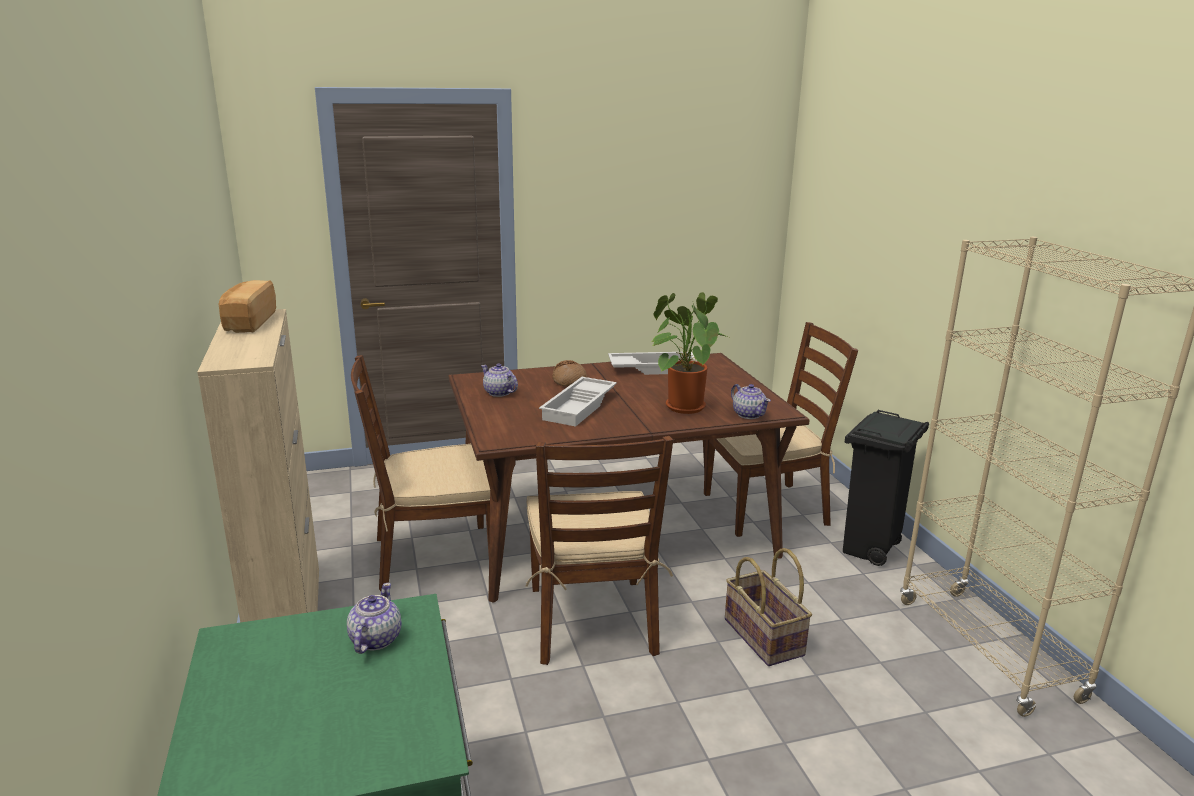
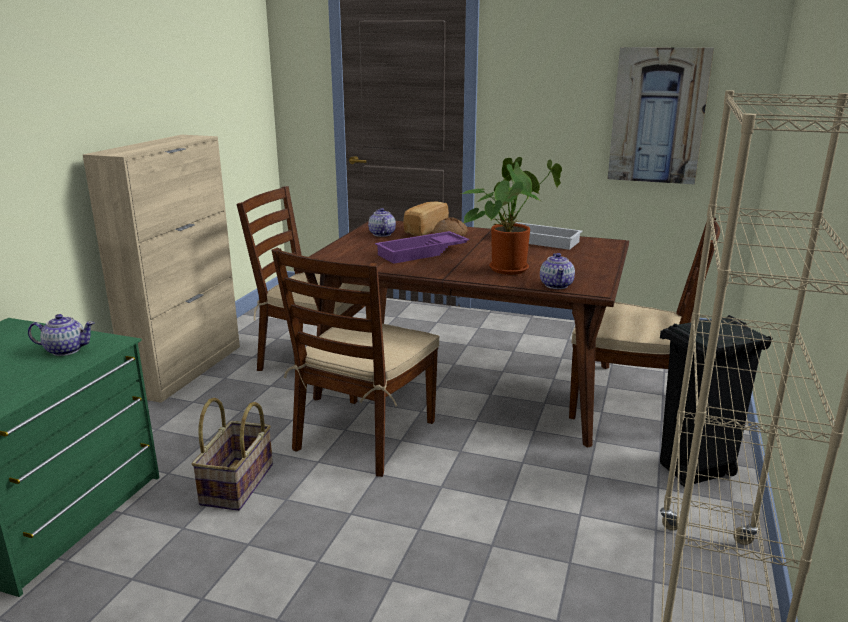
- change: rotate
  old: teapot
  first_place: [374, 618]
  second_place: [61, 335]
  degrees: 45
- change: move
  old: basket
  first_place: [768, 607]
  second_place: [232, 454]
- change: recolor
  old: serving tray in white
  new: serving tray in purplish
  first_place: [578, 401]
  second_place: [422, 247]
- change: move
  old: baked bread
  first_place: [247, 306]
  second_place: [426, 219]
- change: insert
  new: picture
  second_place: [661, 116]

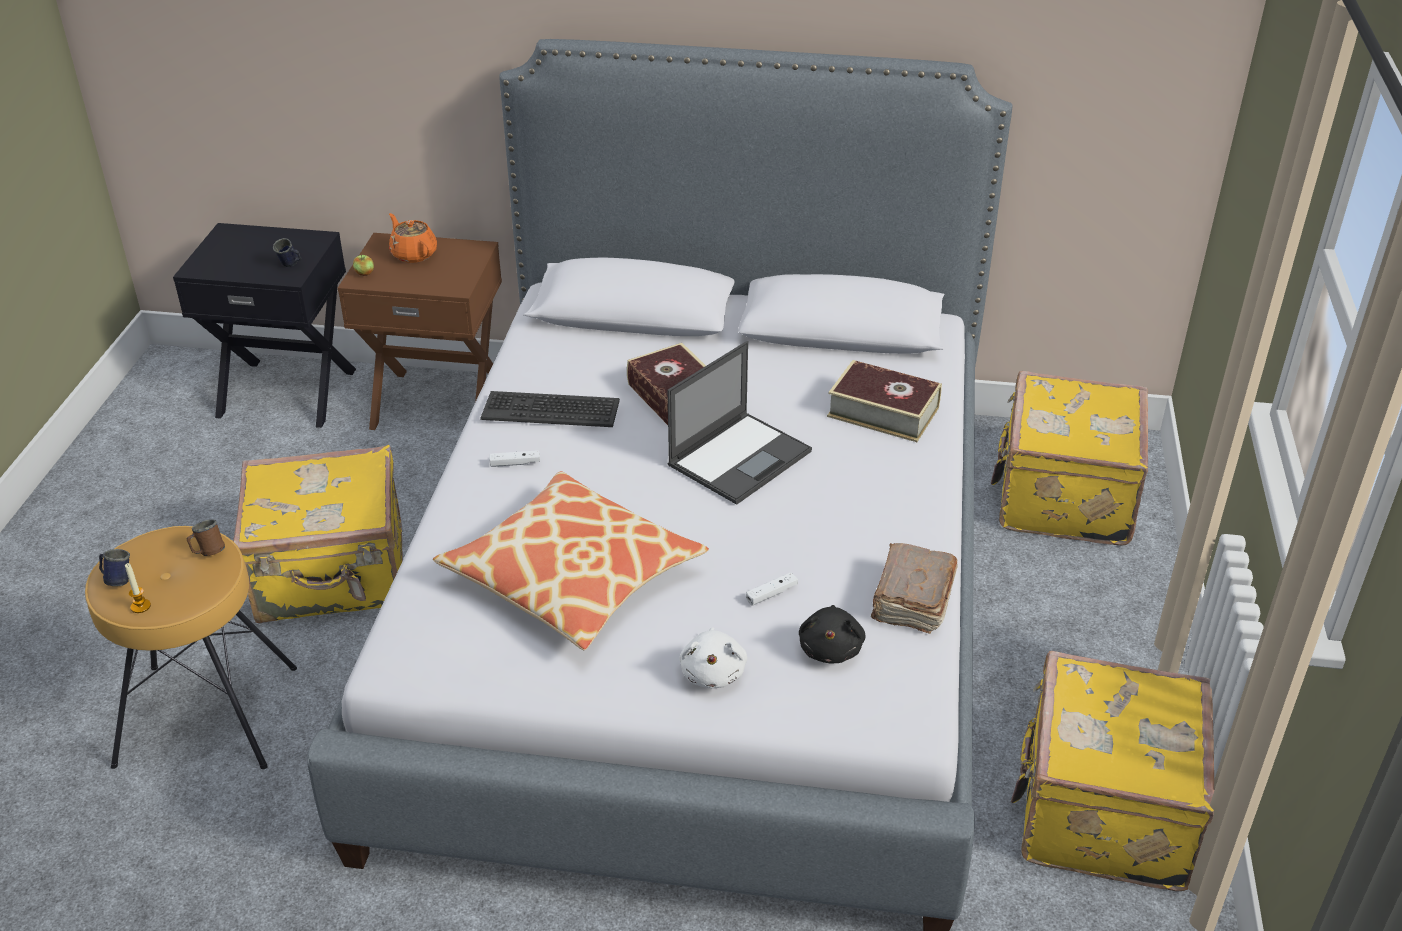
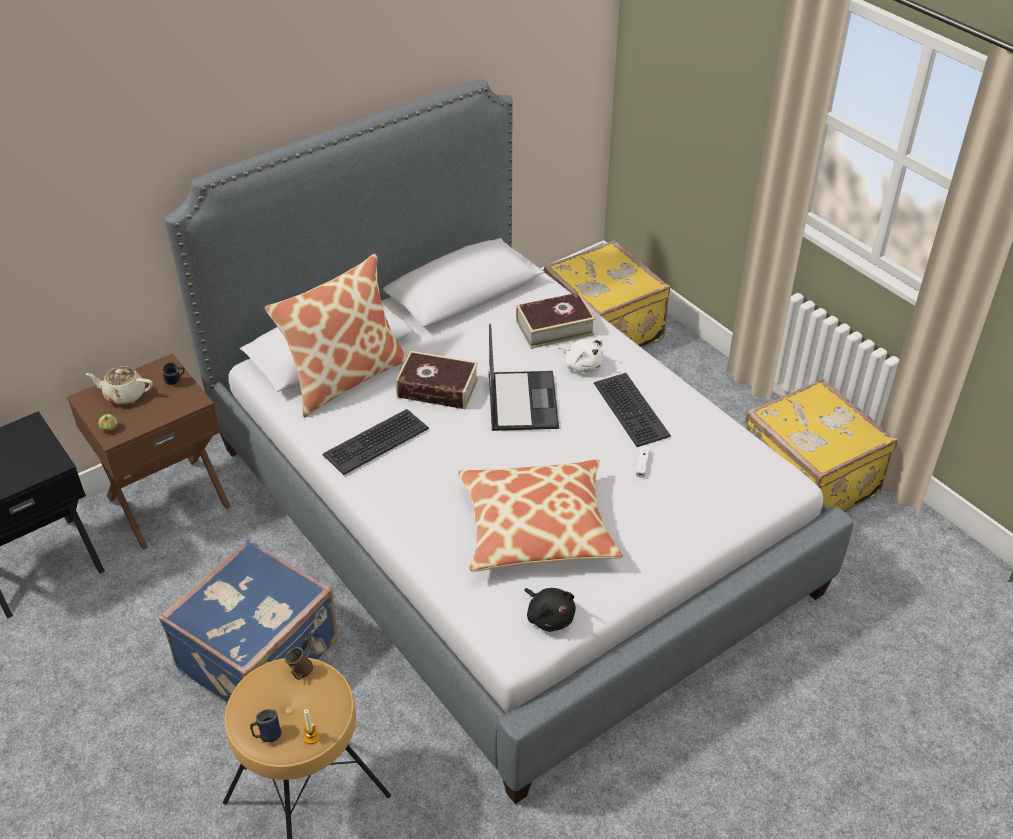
- change: recolor
  old: teapot in orange
  new: teapot in beige-coloured
  first_place: [413, 238]
  second_place: [119, 385]
- change: recolor
  old: piece of luggage in yellowish
  new: piece of luggage in bluish
  first_place: [318, 534]
  second_place: [249, 621]
- change: move
  old: mug in bluish
  first_place: [287, 252]
  second_place: [173, 373]
- change: insert
  new: cushion
  second_place: [336, 335]
- change: move
  old: plush toy in blackish
  first_place: [832, 634]
  second_place: [550, 610]
- change: move
  old: plush toy in white
  first_place: [713, 657]
  second_place: [581, 356]
- change: insert
  new: PC keyboard
  second_place: [632, 410]
- change: delete
  old: game controller in white
  first_place: [514, 458]
- change: delete
  old: bound book in brown
  first_place: [914, 588]

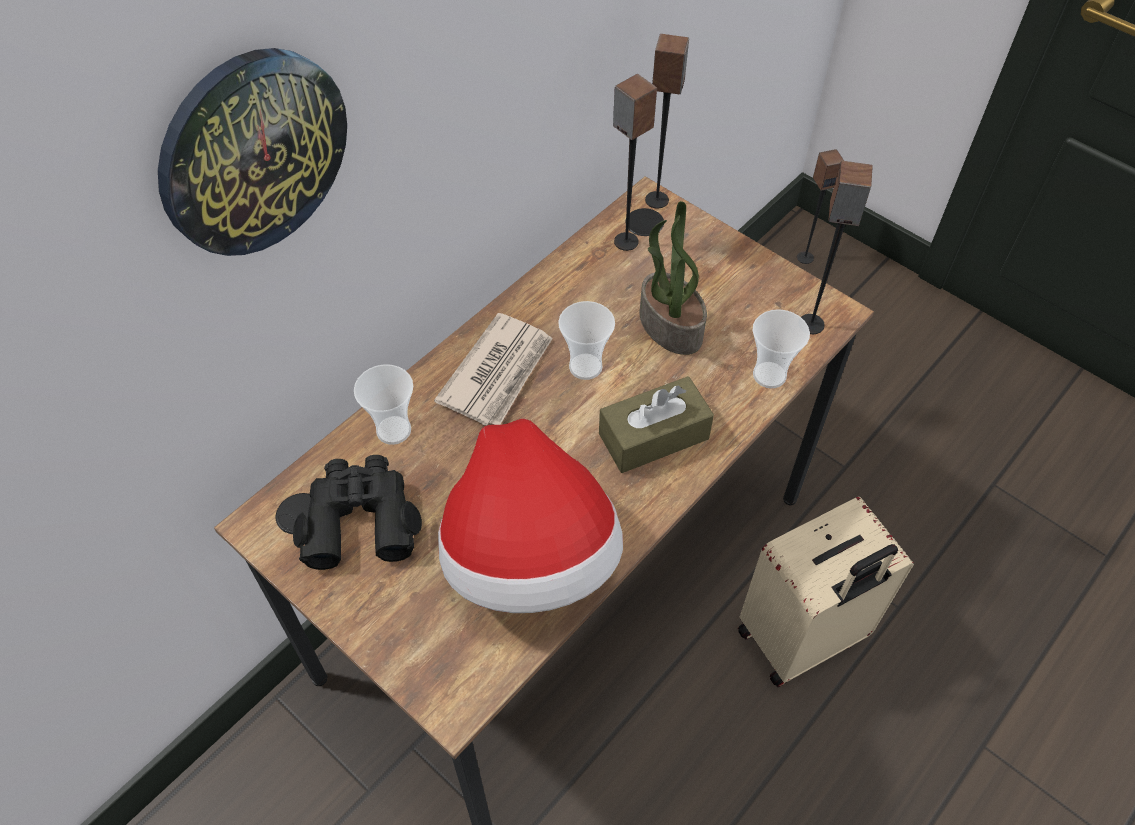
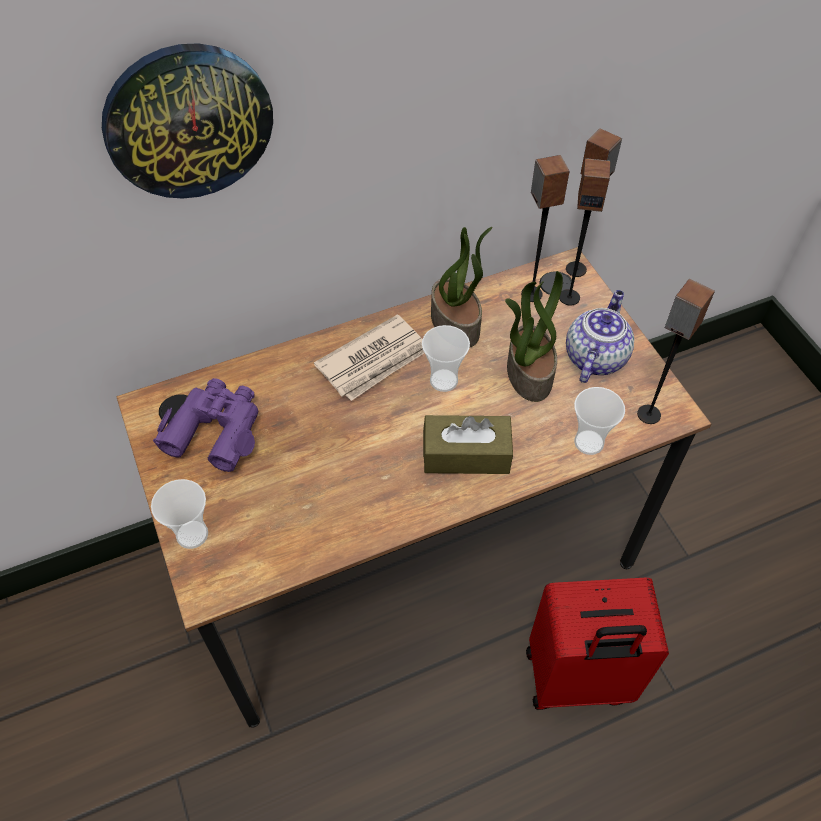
- change: move
  old: cup
  first_place: [383, 404]
  second_place: [179, 514]
- change: recolor
  old: field glasses in blackish
  new: field glasses in purplish
  first_place: [357, 512]
  second_place: [205, 425]
- change: insert
  new: plant in a pot
  second_place: [461, 287]
- change: recolor
  old: piece of luggage in beige-coloured
  new: piece of luggage in reddish
  first_place: [826, 592]
  second_place: [597, 644]
- change: move
  old: loudspeaker
  first_place: [820, 206]
  second_place: [584, 231]
- change: insert
  new: teapot
  second_place: [600, 336]
- change: delete
  old: hat
  first_place: [530, 516]

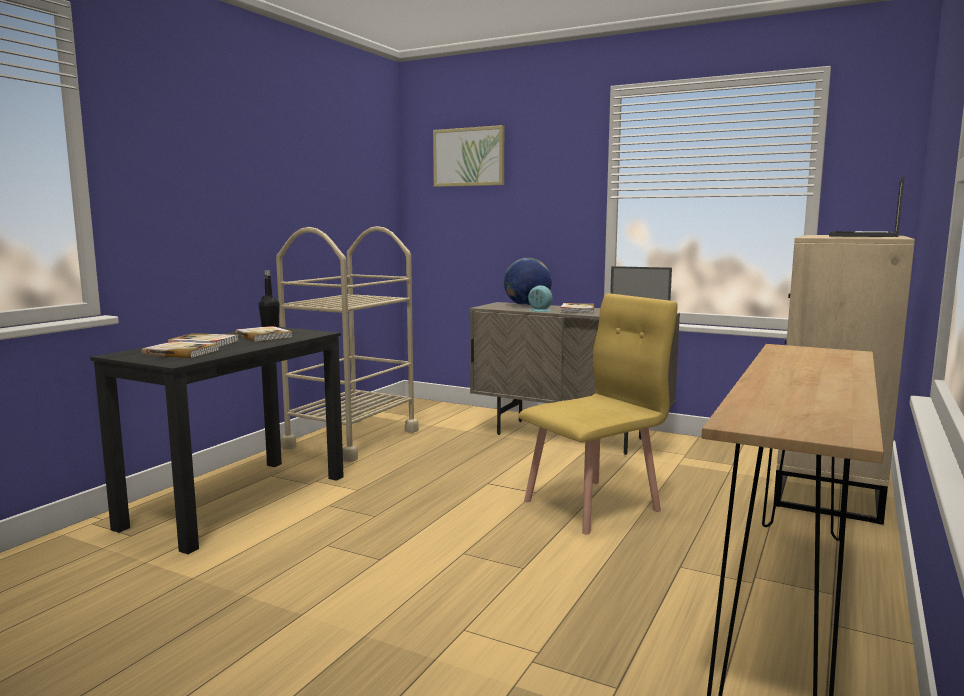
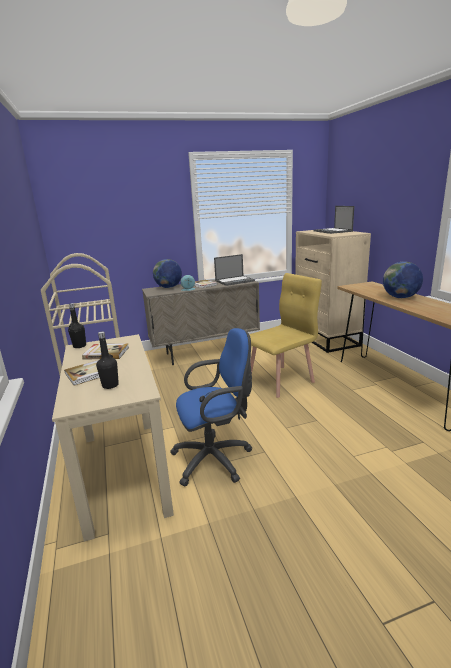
- change: recolor
  old: desk in blackish
  new: desk in beige-coloured
  first_place: [217, 440]
  second_place: [113, 438]
- change: replace
  old: bound book
  new: beverage bottle in blackish
  first_place: [181, 349]
  second_place: [107, 360]
- change: insert
  new: desk chair in bluish
  second_place: [211, 407]
- change: rotate
  old: chair in yellowish
  first_place: [598, 414]
  second_place: [286, 335]
  degrees: 45
- change: insert
  new: world globe
  second_place: [403, 279]
- change: delete
  old: picture
  first_place: [468, 156]

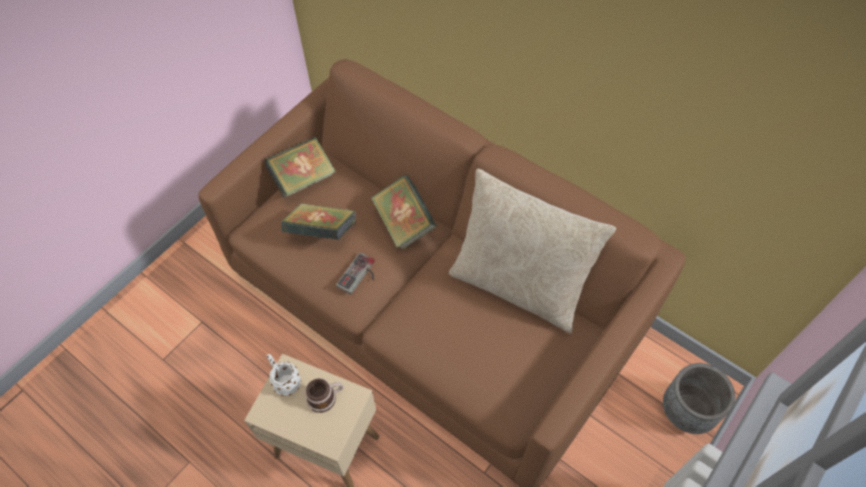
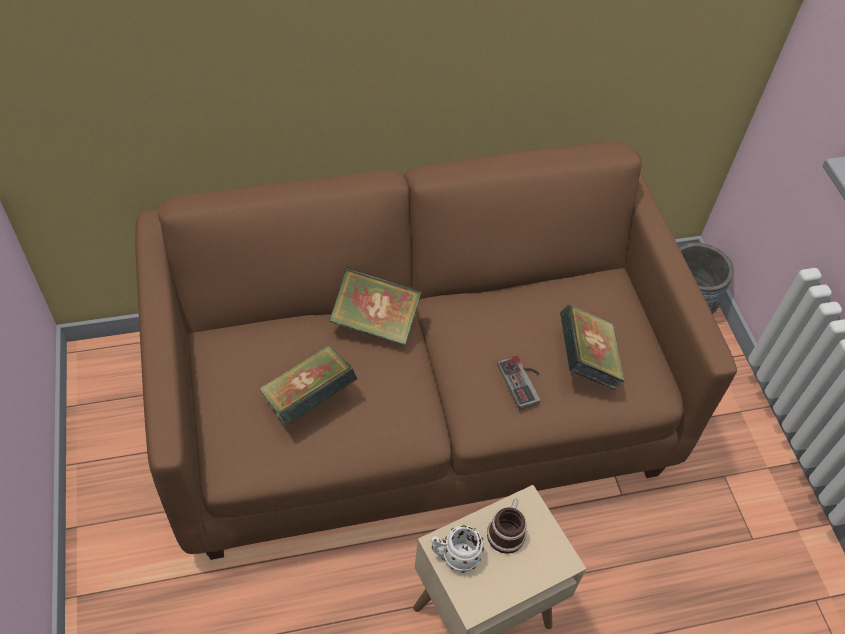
- change: move
  old: game controller
  first_place: [355, 273]
  second_place: [518, 382]
- change: move
  old: bound book
  first_place: [300, 167]
  second_place: [592, 347]
- change: delete
  old: cushion in beige-coloured
  first_place: [532, 251]

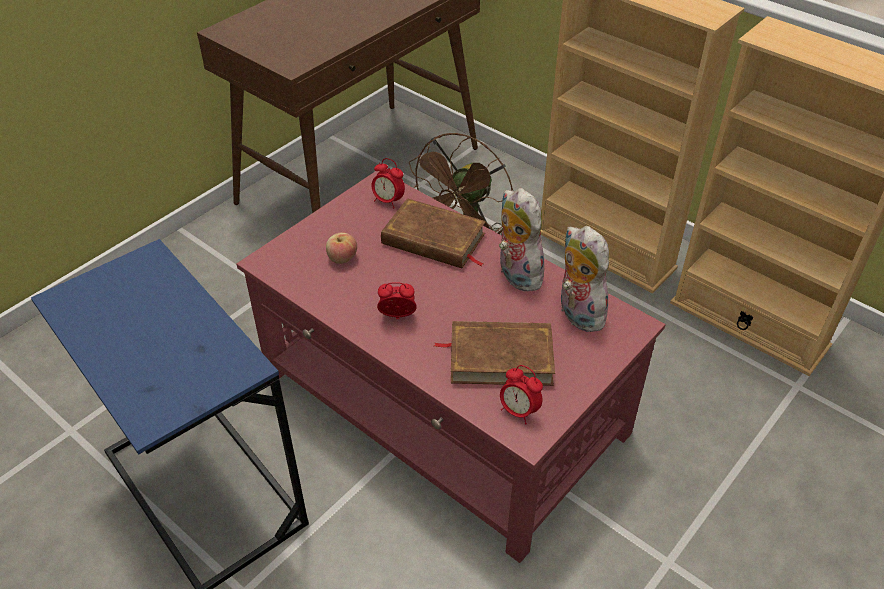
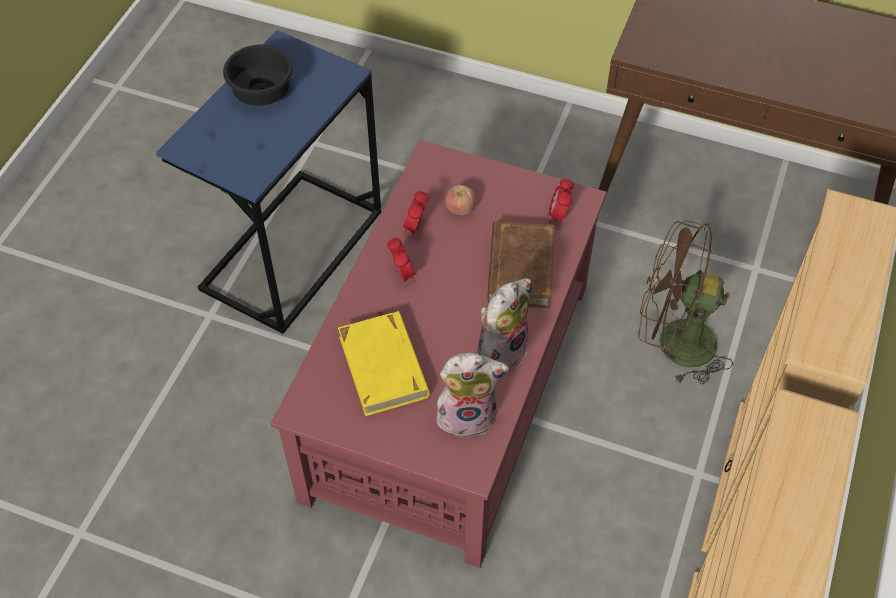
- change: insert
  new: deep dish in blackish
  second_place: [258, 75]
- change: recolor
  old: bound book in brown
  new: bound book in yellowish
  first_place: [494, 353]
  second_place: [383, 363]
- change: move
  old: bedside clock
  first_place: [521, 394]
  second_place: [416, 213]
- change: rotate
  old: plush toy
  first_place: [585, 279]
  second_place: [472, 395]
  degrees: 45

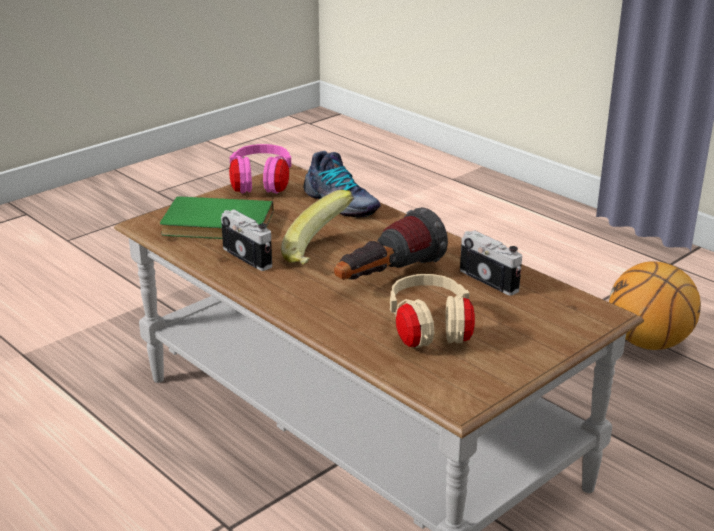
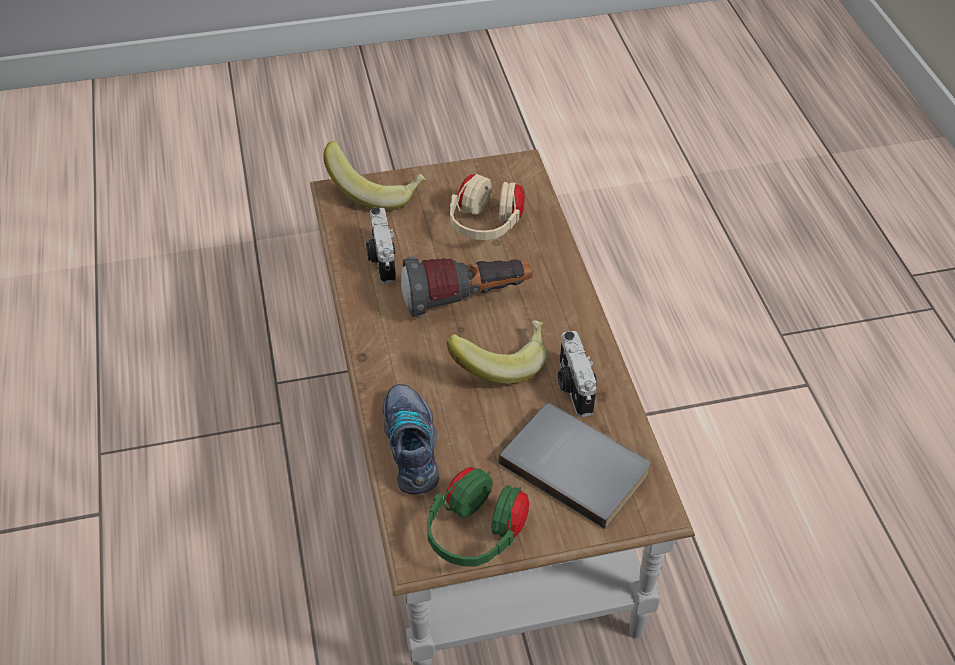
- change: insert
  new: banana
  second_place: [374, 176]
- change: recolor
  old: headphones in pink
  new: headphones in greenish
  first_place: [260, 169]
  second_place: [478, 516]
- change: recolor
  old: bound book in greenish
  new: bound book in greyish
  first_place: [216, 217]
  second_place: [574, 466]
- change: delete
  old: ball for basketball
  first_place: [655, 305]

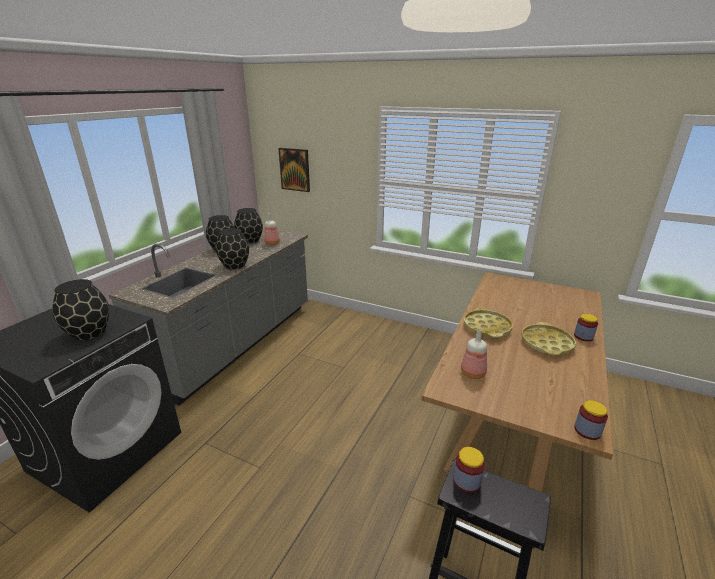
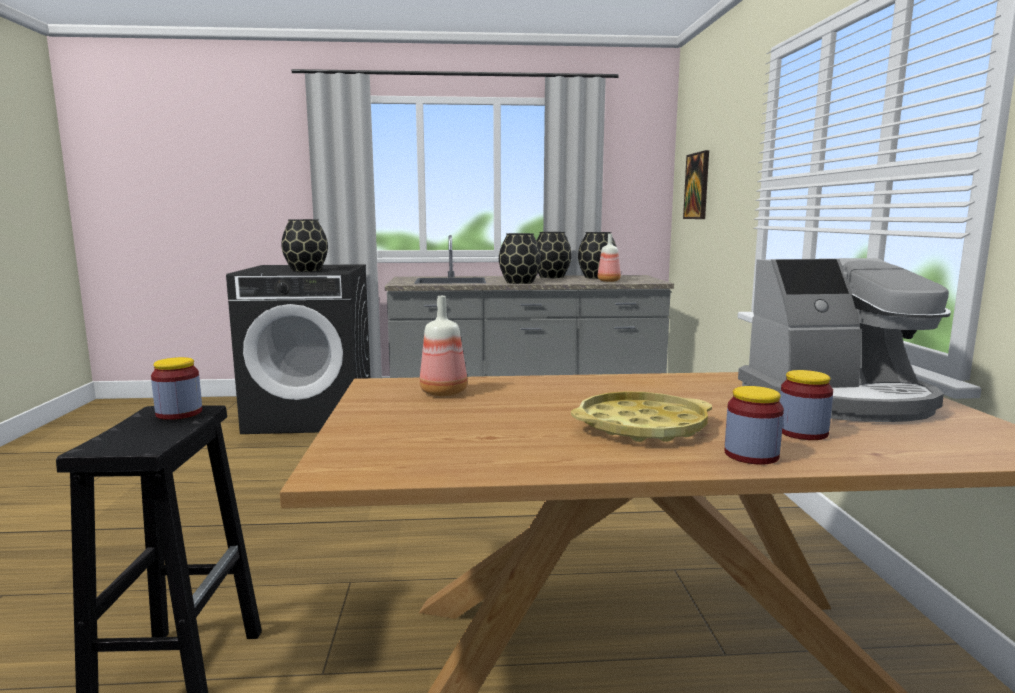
- change: insert
  new: coffee machine
  second_place: [844, 340]
- change: move
  old: jar
  first_place: [591, 420]
  second_place: [806, 405]
- change: delete
  old: serving tray in yellowish
  first_place: [488, 323]

